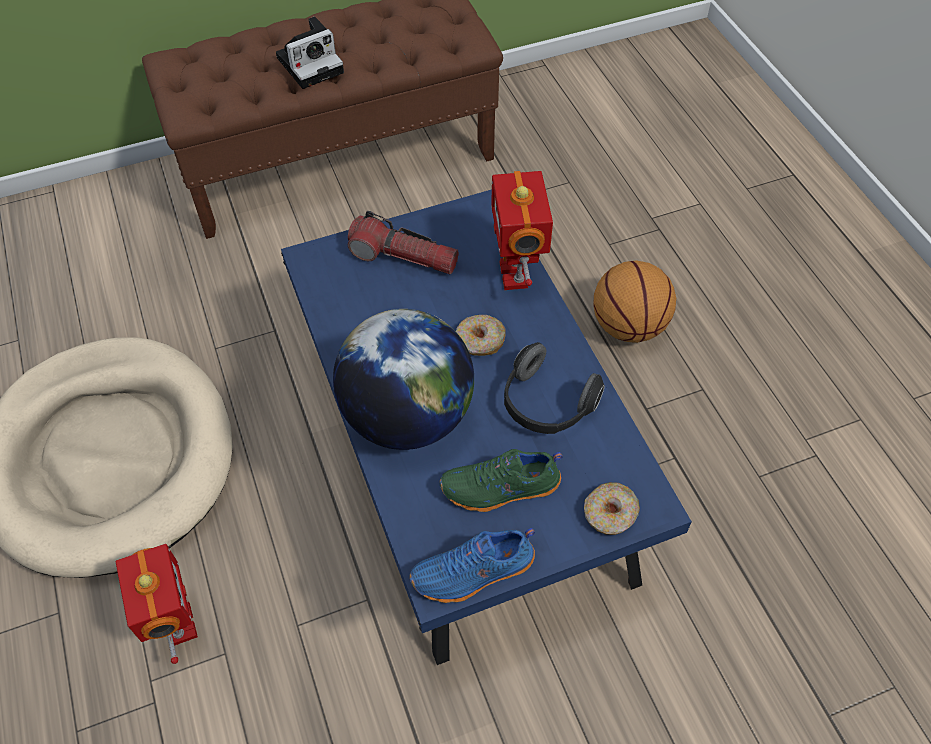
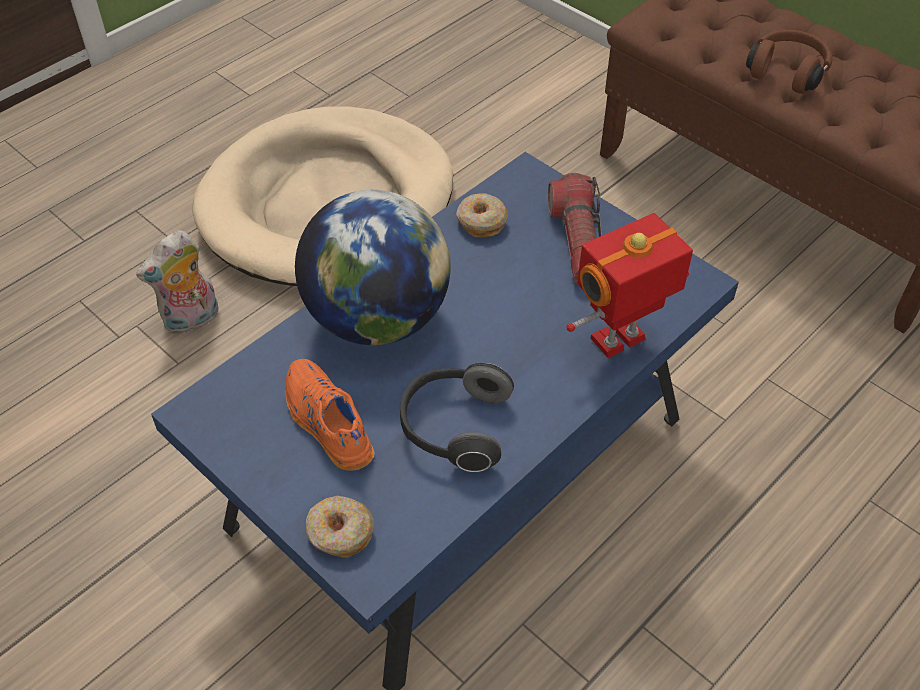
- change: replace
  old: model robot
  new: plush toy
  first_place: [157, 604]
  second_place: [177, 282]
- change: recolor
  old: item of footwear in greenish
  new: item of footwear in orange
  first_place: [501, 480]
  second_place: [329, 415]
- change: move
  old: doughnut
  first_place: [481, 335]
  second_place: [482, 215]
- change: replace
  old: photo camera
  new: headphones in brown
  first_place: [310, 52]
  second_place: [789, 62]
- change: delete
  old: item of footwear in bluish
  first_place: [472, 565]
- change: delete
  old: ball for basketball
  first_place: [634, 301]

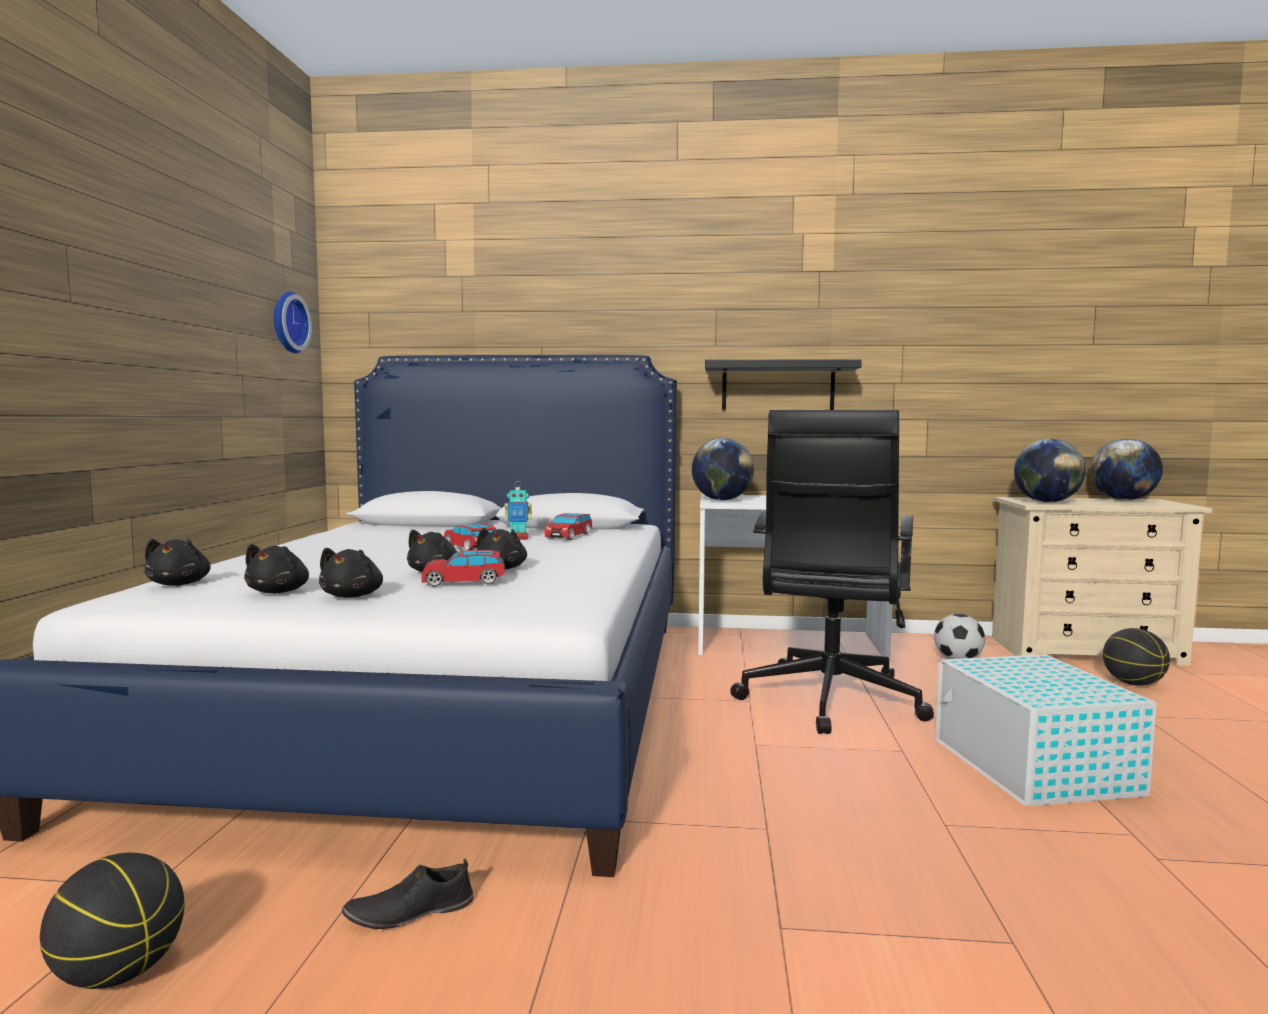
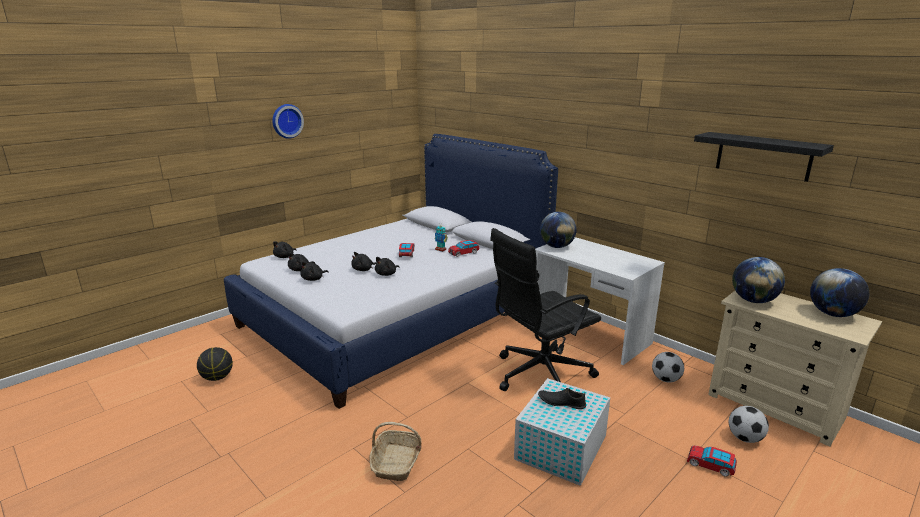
- change: move
  old: clock on the wall
  first_place: [293, 322]
  second_place: [288, 121]
- change: insert
  new: basket
  second_place: [395, 451]
- change: move
  old: item of footwear in blackish
  first_place: [407, 894]
  second_place: [562, 398]
- change: move
  old: model car
  first_place: [463, 568]
  second_place: [712, 460]
- change: move
  old: bracket shelf in blackish
  first_place: [783, 384]
  second_place: [764, 157]
- change: replace
  old: ball for basketball
  new: football
  first_place: [1136, 657]
  second_place: [749, 424]

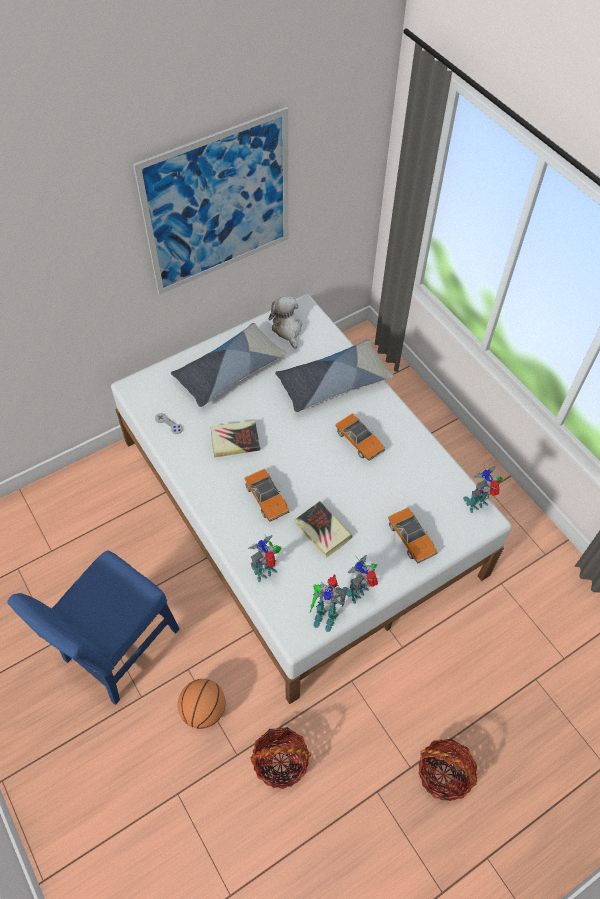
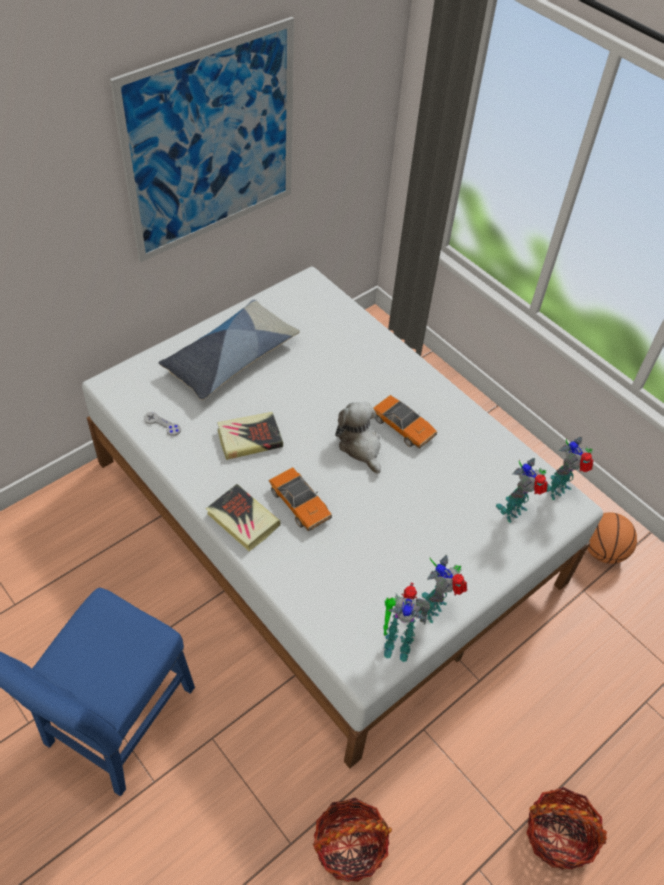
- change: move
  old: bound book
  first_place: [323, 529]
  second_place: [243, 517]
- change: move
  old: plush toy
  first_place: [285, 322]
  second_place: [358, 438]
- change: move
  old: model robot
  first_place: [264, 558]
  second_place: [522, 490]
- change: move
  old: ball for basketball
  first_place: [202, 704]
  second_place: [612, 538]
- change: delete
  old: cushion
  first_place: [334, 375]
- change: delete
  old: model car
  first_place: [413, 535]

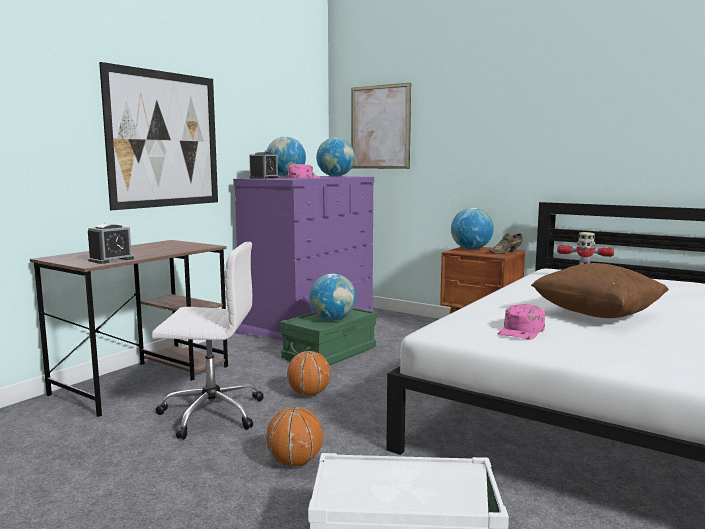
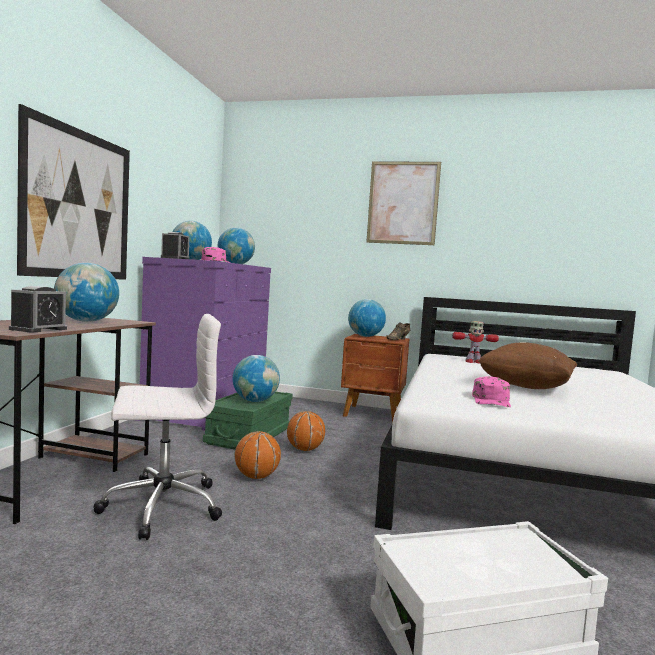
- change: insert
  new: world globe
  second_place: [86, 292]
- change: move
  old: ball for basketball
  first_place: [294, 436]
  second_place: [306, 431]
- change: move
  old: picture
  first_place: [381, 126]
  second_place: [403, 203]

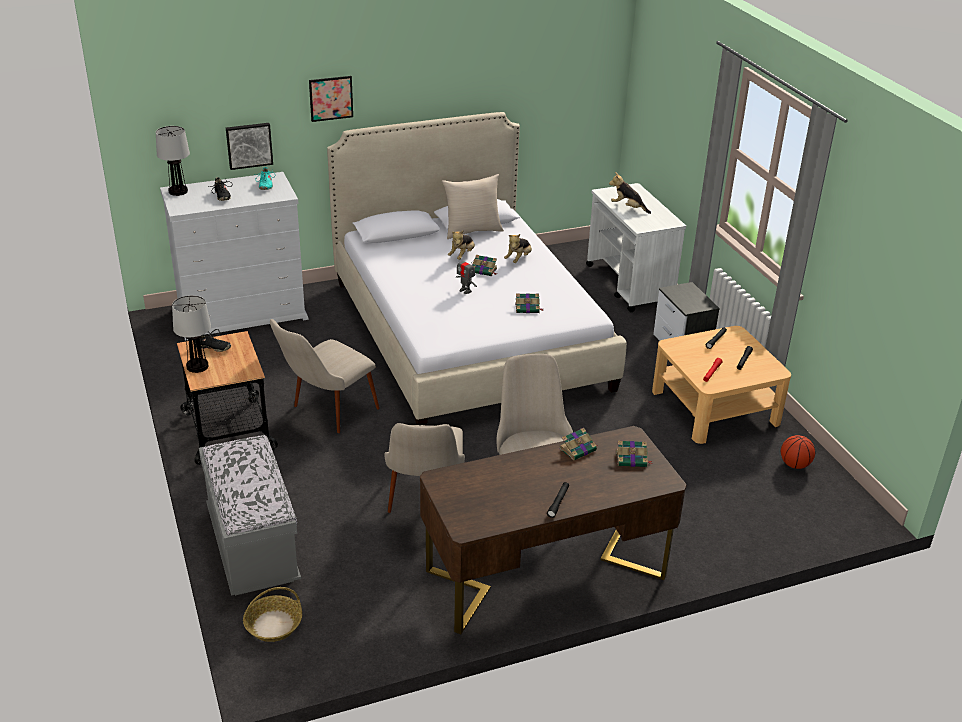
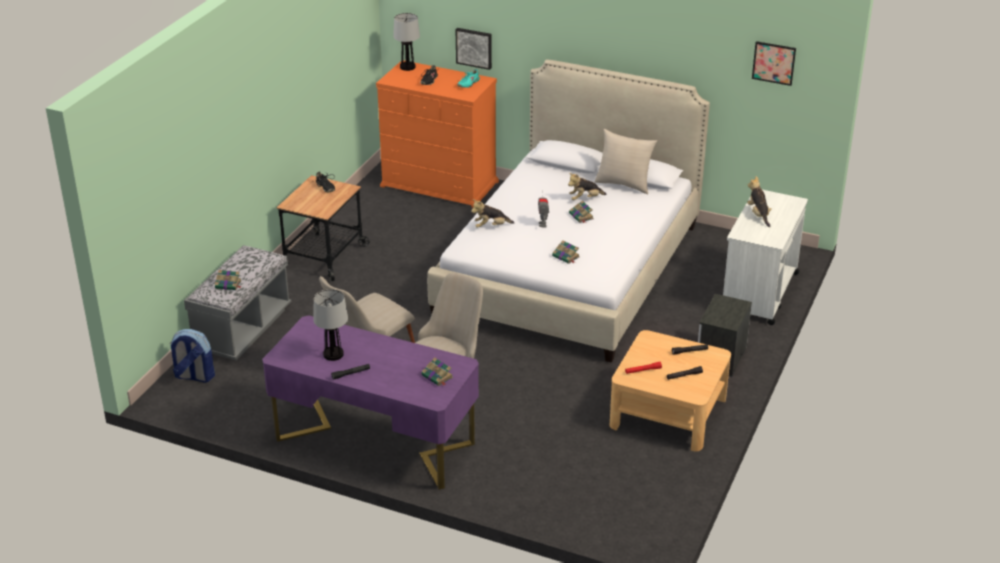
- change: replace
  old: basket
  new: backpack
  first_place: [272, 614]
  second_place: [192, 356]
- change: move
  old: bound book
  first_place: [578, 444]
  second_place: [228, 280]
- change: recolor
  old: desk in brown
  new: desk in purplish
  first_place: [553, 530]
  second_place: [370, 402]
- change: move
  old: tabletop lamp
  first_place: [191, 334]
  second_place: [330, 325]
- change: recolor
  old: drawer chest in white
  new: drawer chest in orange
  first_place: [234, 256]
  second_place: [437, 134]
- change: move
  old: plush toy
  first_place: [518, 248]
  second_place: [492, 213]
- change: move
  old: picture
  first_place: [331, 99]
  second_place: [774, 63]
- change: delete
  old: chair in beige-coloured
  first_place: [325, 376]
- change: delete
  old: ball for basketball
  first_place: [798, 452]

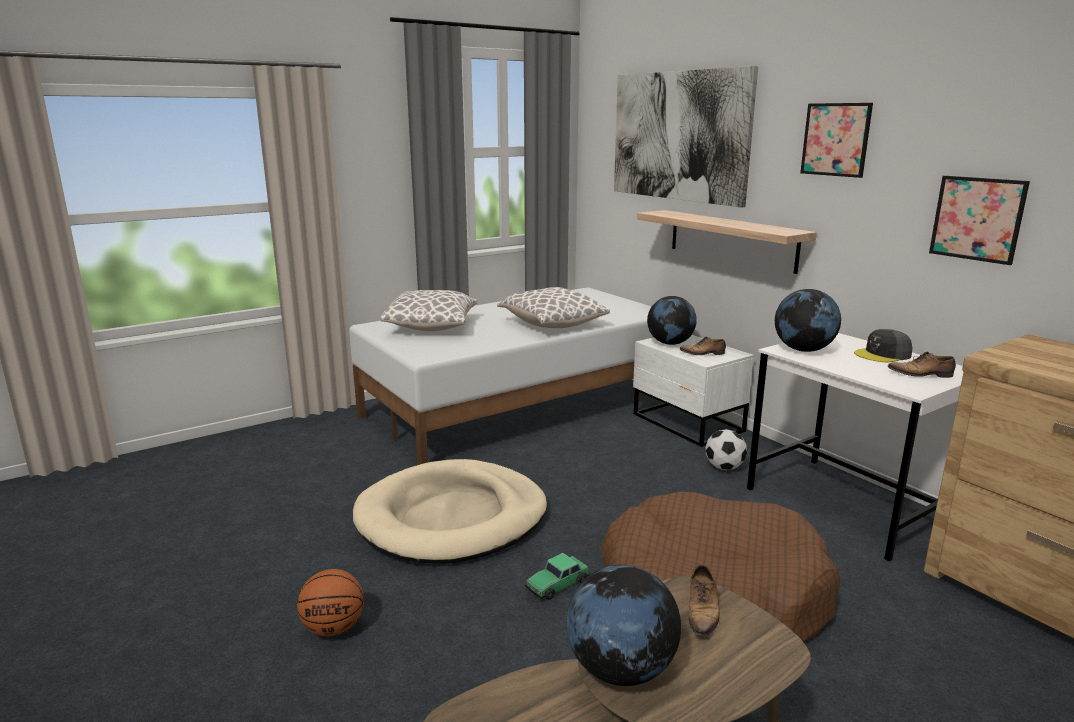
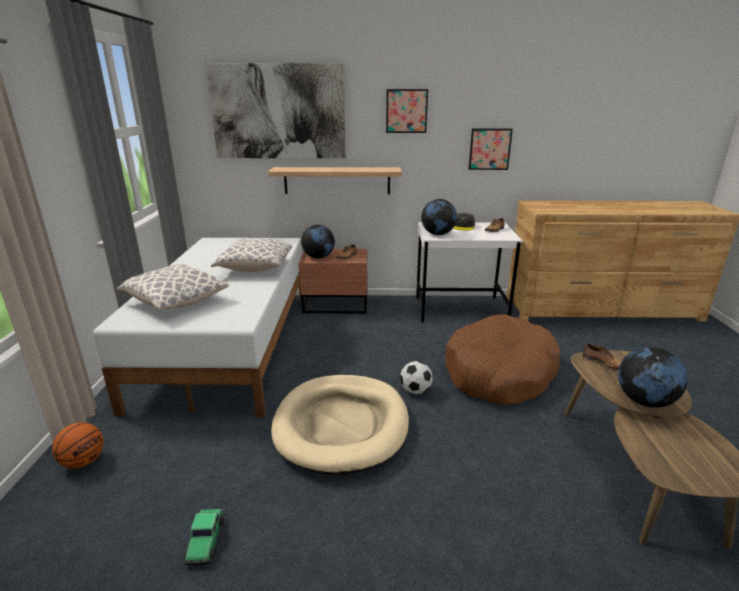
- change: move
  old: ball for basketball
  first_place: [330, 603]
  second_place: [78, 445]
- change: move
  old: model car
  first_place: [557, 576]
  second_place: [203, 537]
- change: recolor
  old: nightstand in white
  new: nightstand in brown
  first_place: [693, 391]
  second_place: [333, 281]
- change: move
  old: football
  first_place: [726, 449]
  second_place: [416, 377]

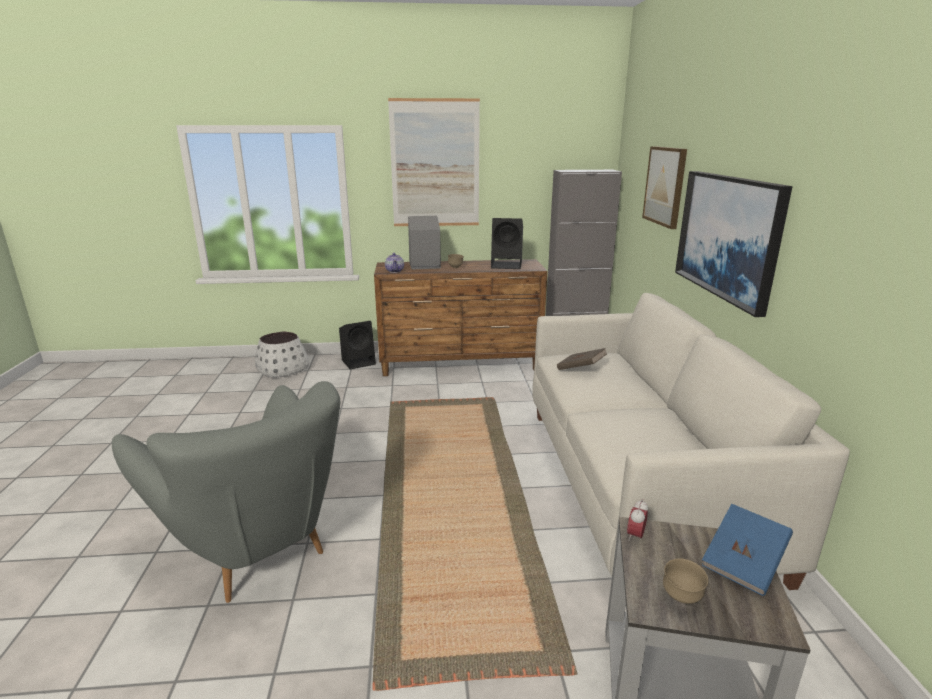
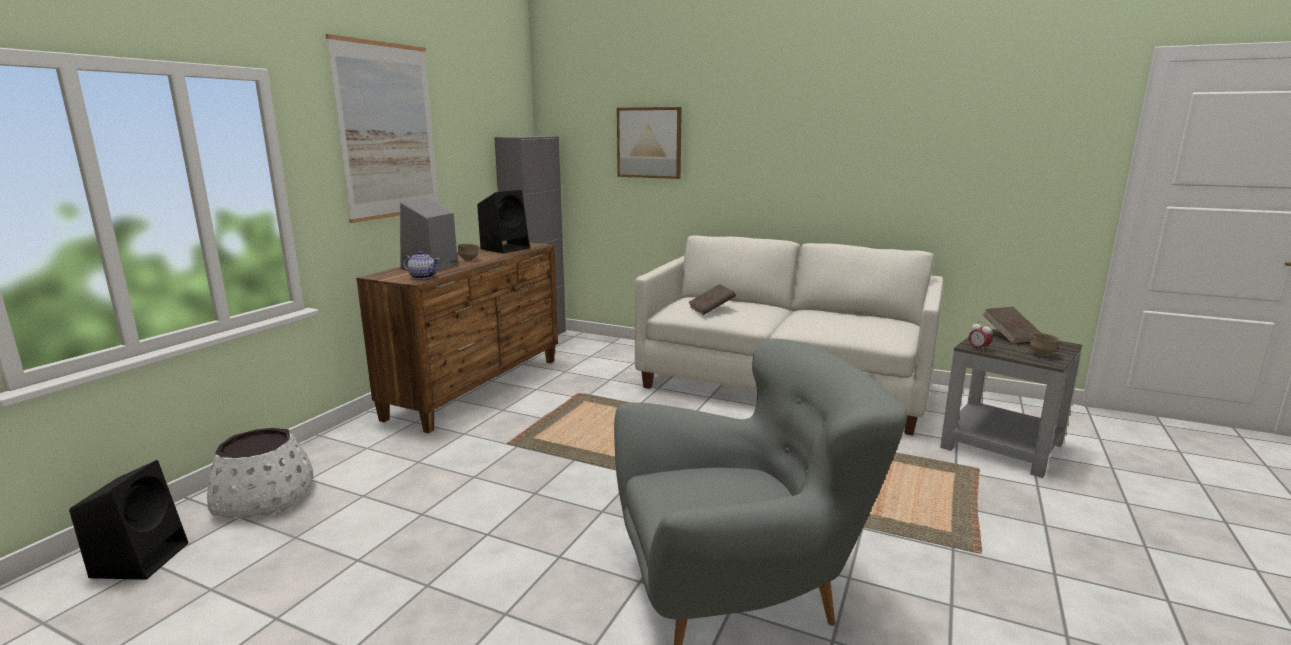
- change: move
  old: loudspeaker in blackish
  first_place: [357, 345]
  second_place: [128, 520]
- change: recolor
  old: bound book in bluish
  new: bound book in brown
  first_place: [747, 550]
  second_place: [1012, 325]
- change: delete
  old: picture
  first_place: [733, 244]

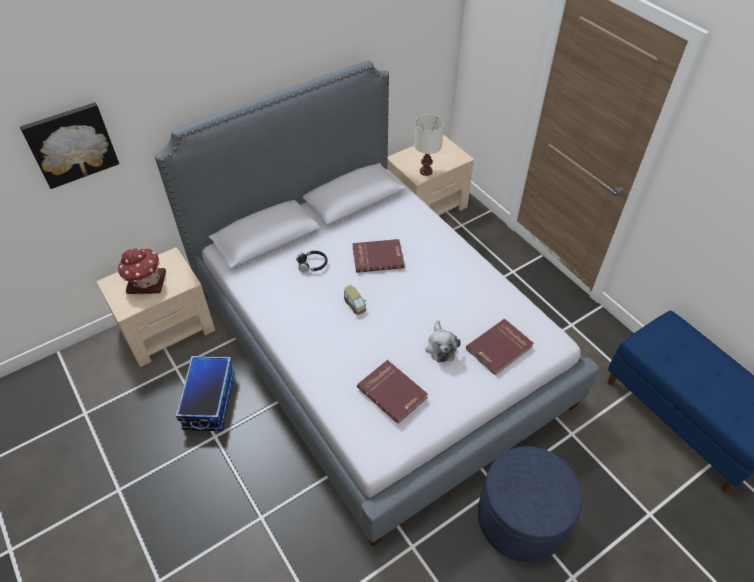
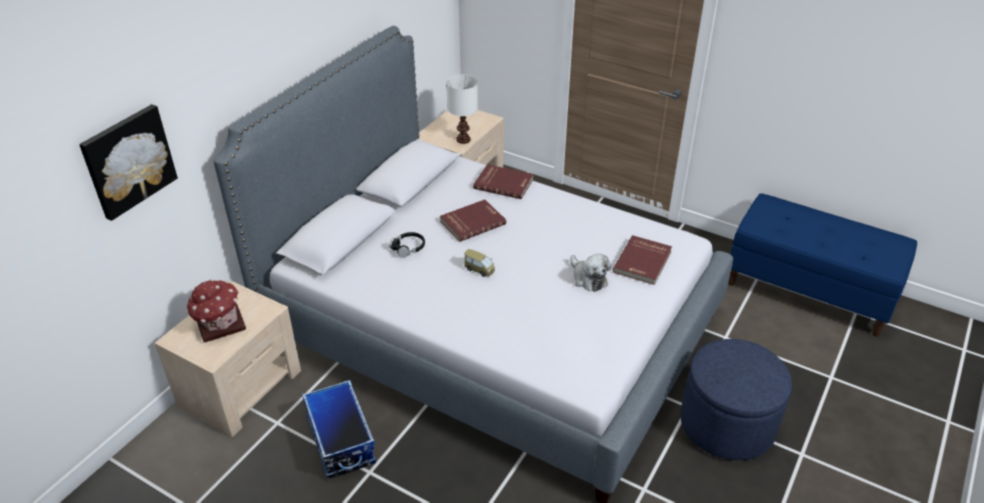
- change: move
  old: bound book in reddish
  first_place: [392, 392]
  second_place: [503, 181]

